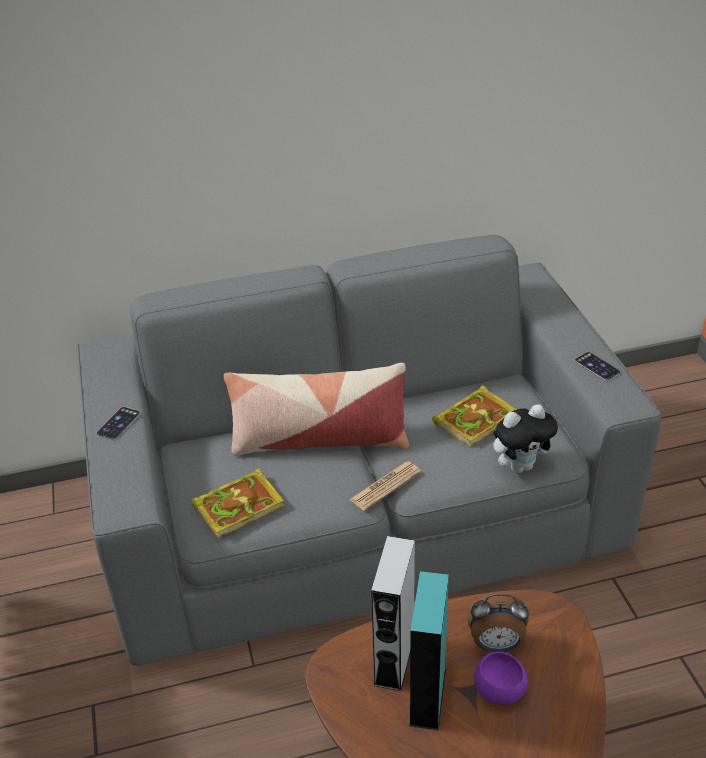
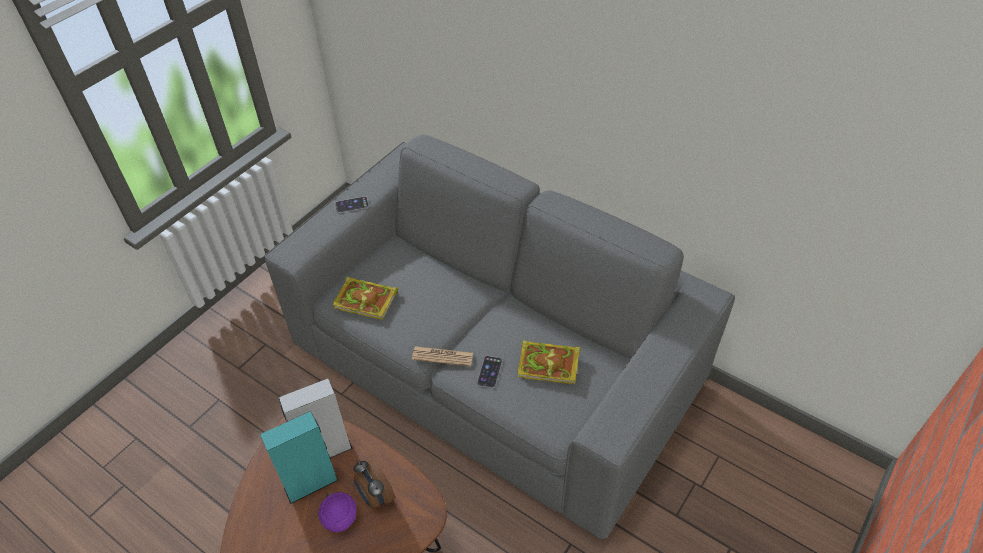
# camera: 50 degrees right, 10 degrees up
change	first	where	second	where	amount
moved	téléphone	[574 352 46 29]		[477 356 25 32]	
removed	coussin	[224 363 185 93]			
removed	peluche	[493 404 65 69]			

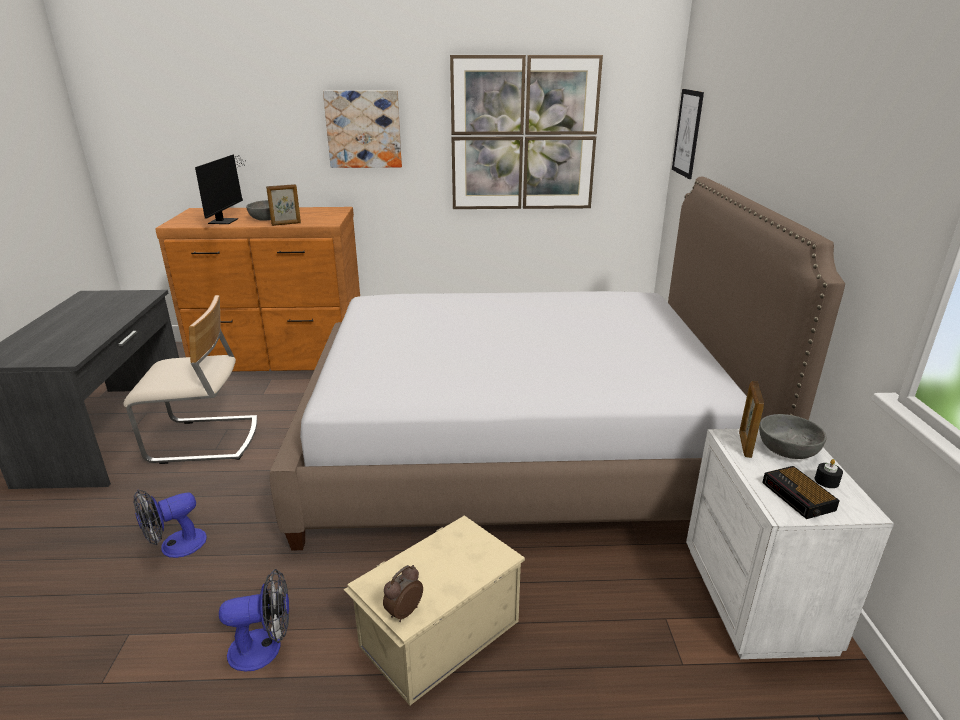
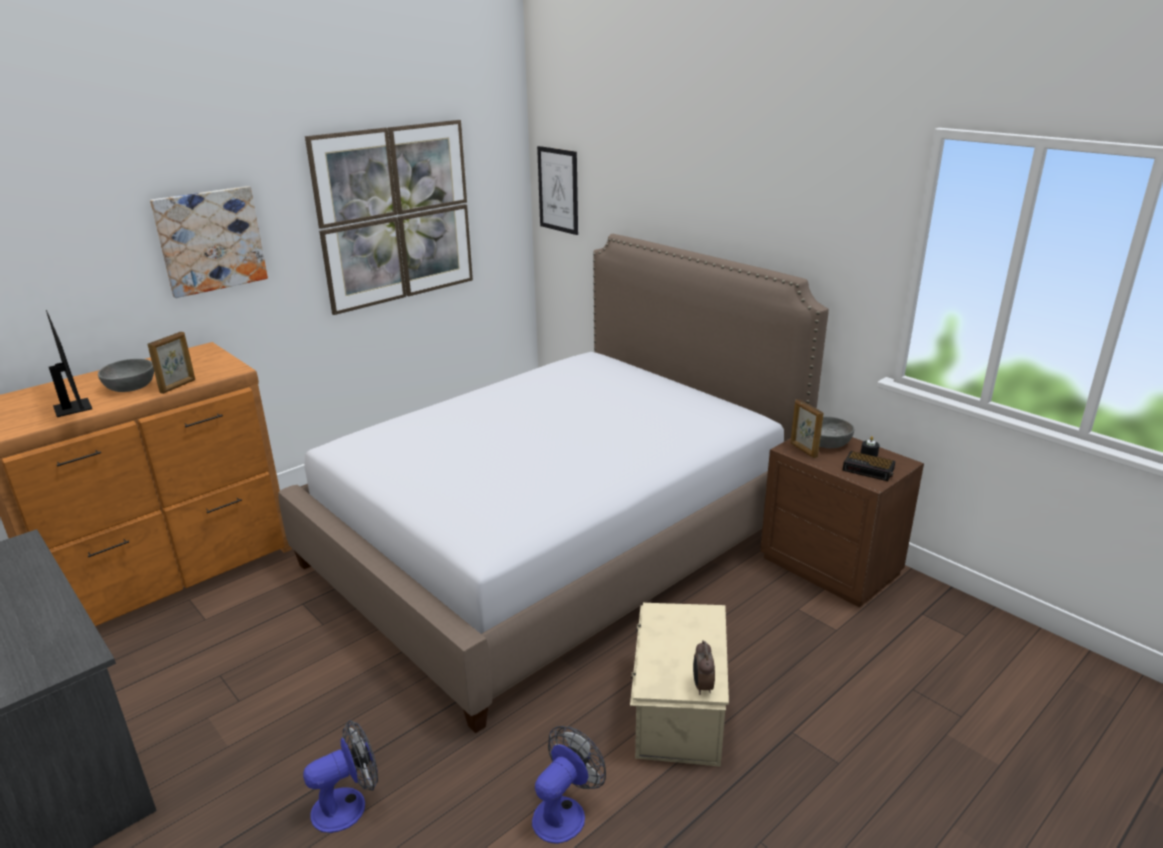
# camera: 40 degrees left, 0 degrees up
change	first	where	second	where	amount
turned	ventilateur	[134 490 73 68]		[303 720 75 113]	135 degrees counterclockwise
recoloured	table de chevet/blanc	[686 429 208 230]	table de chevet/marron	[760 437 164 171]	
removed	chaise/beige	[123 295 134 169]			

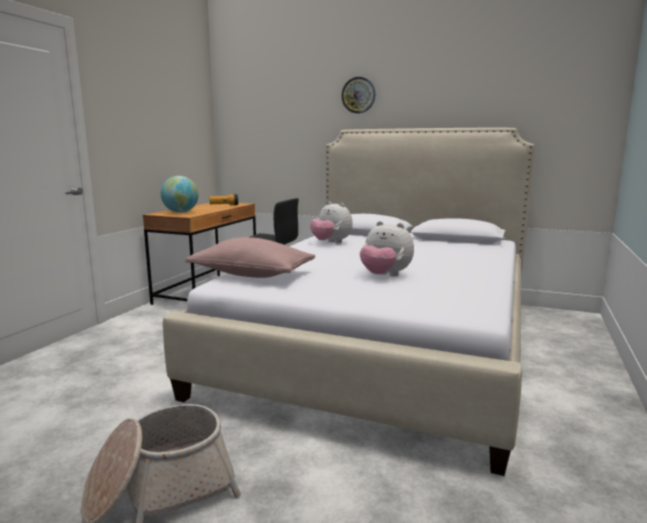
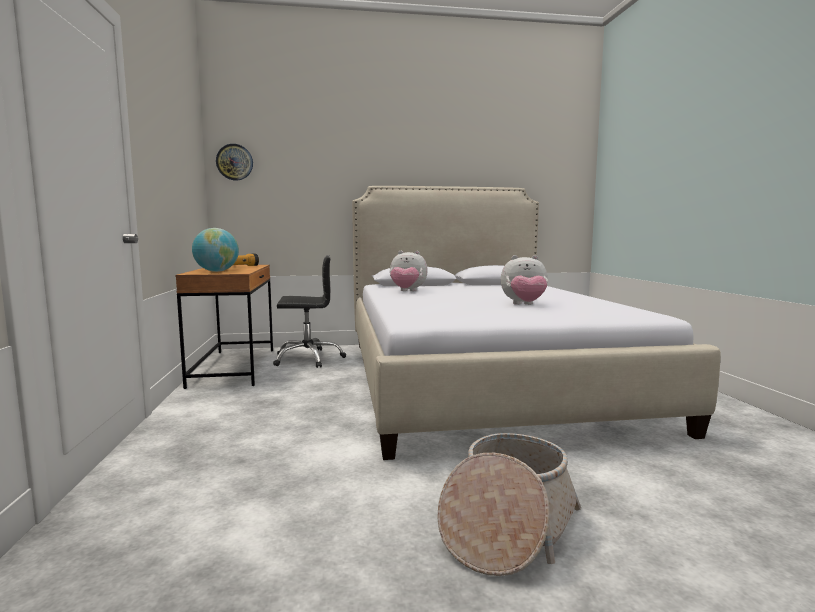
# camera: 30 degrees left, 5 degrees down
change	first	where	second	where	amount
moved	horloge murale	[341 77 34 36]		[216 144 37 36]	
removed	coussin/rose	[185 237 130 41]			

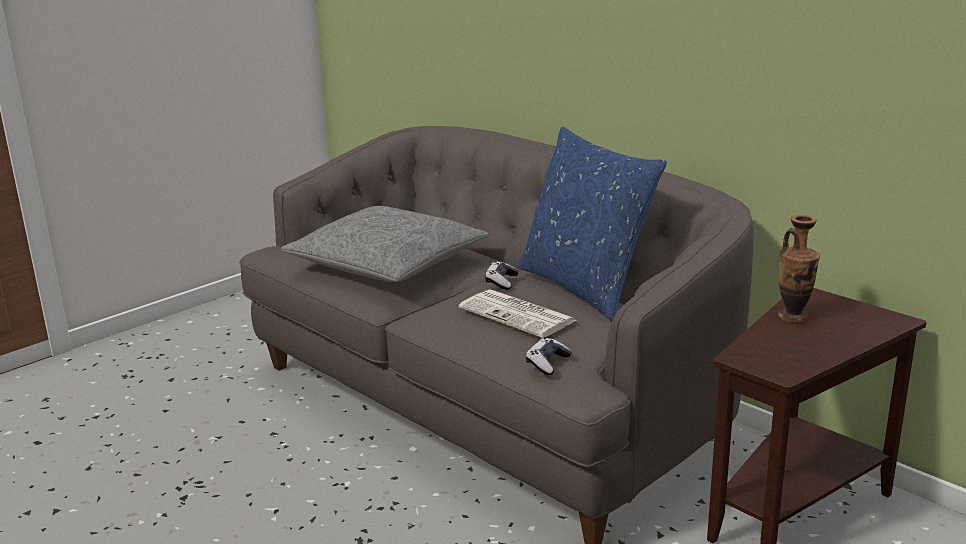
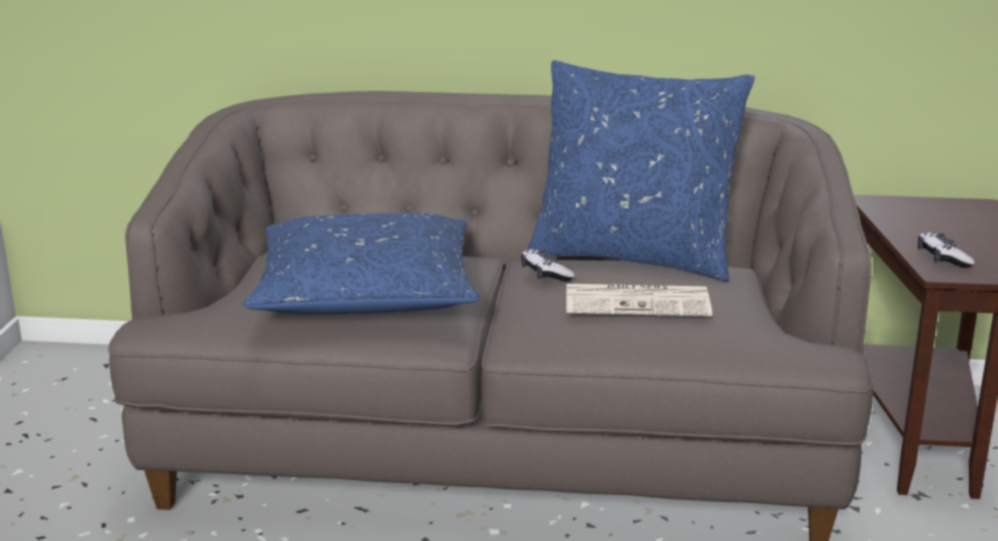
# camera: 40 degrees left, 0 degrees up
change	first	where	second	where	amount
recoloured	coussin/gris	[281 206 208 76]	coussin/bleu	[243 213 238 101]	
moved	manette	[526 338 46 37]		[918 232 57 36]	
removed	vase	[778 215 42 108]			

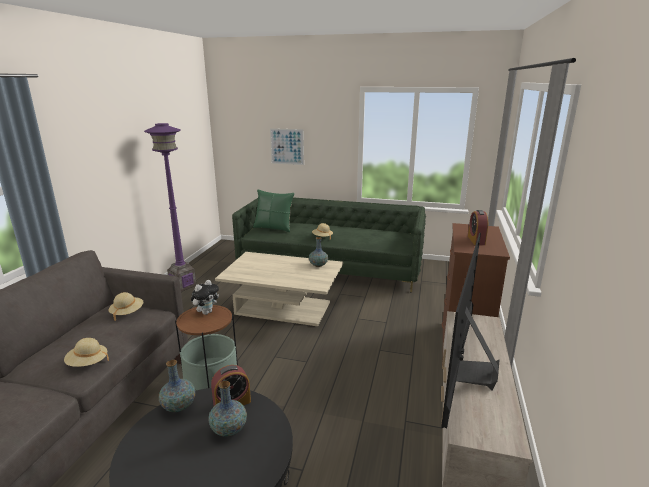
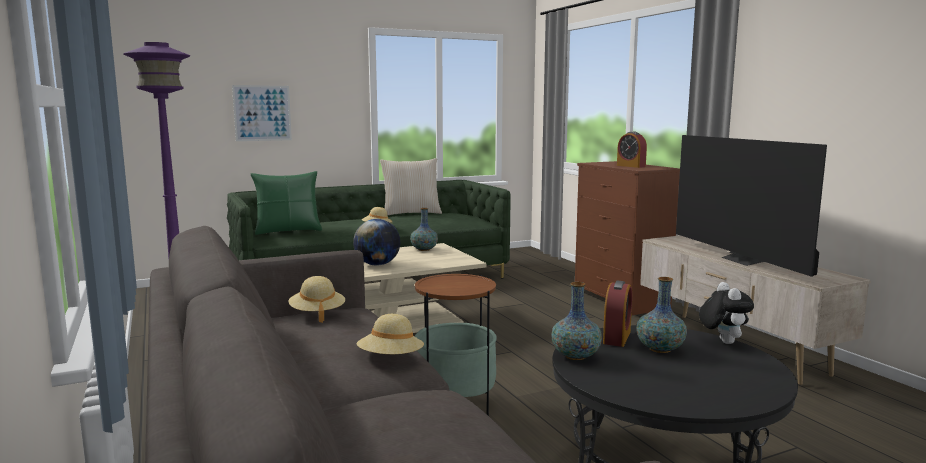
# camera: 40 degrees left, 10 degrees down
change	first	where	second	where	amount
added			globe	[353 219 47 47]	
added			coussin/beige	[380 158 62 58]	
moved	peluche	[191 280 28 35]		[699 282 55 62]	

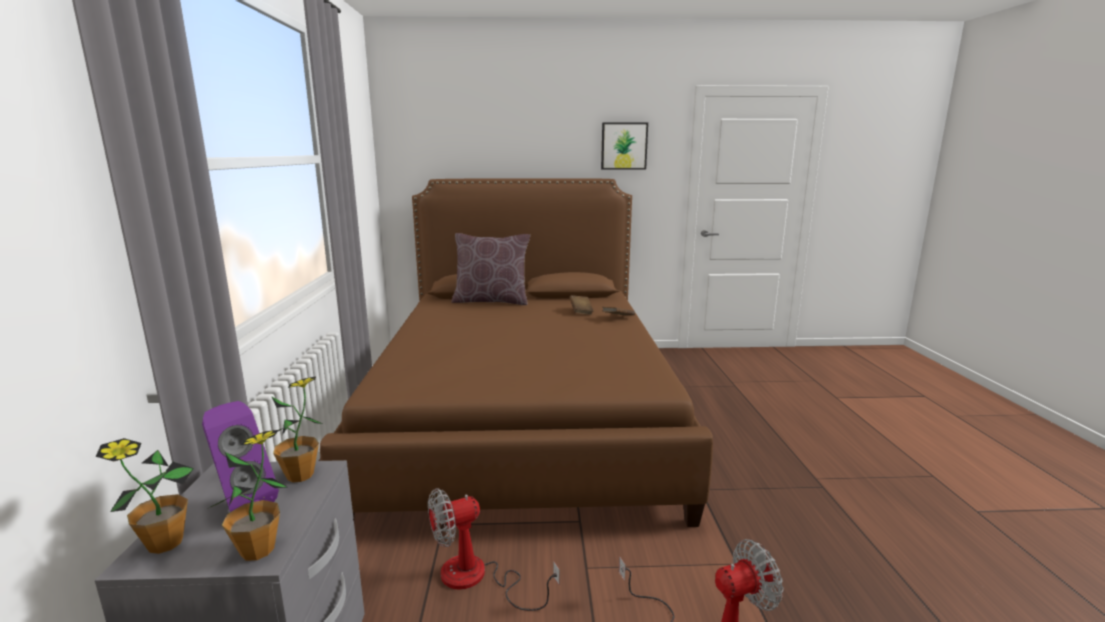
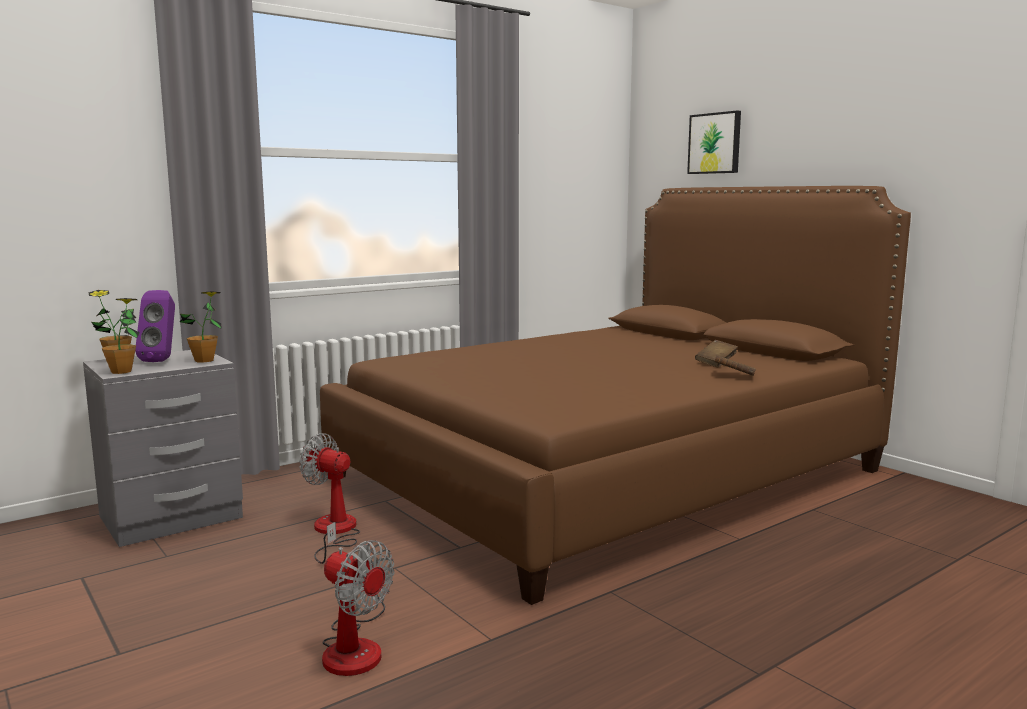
# camera: 55 degrees right, 5 degrees down
change	first	where	second	where	amount
moved	tableau	[601 122 47 48]		[687 111 54 63]	
removed	coussin/marron	[451 233 79 72]			

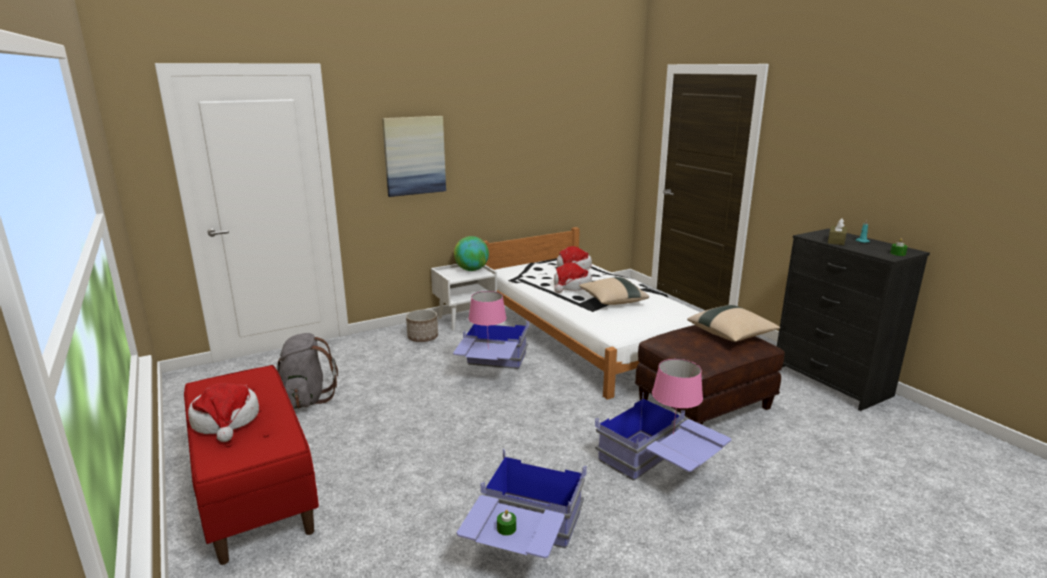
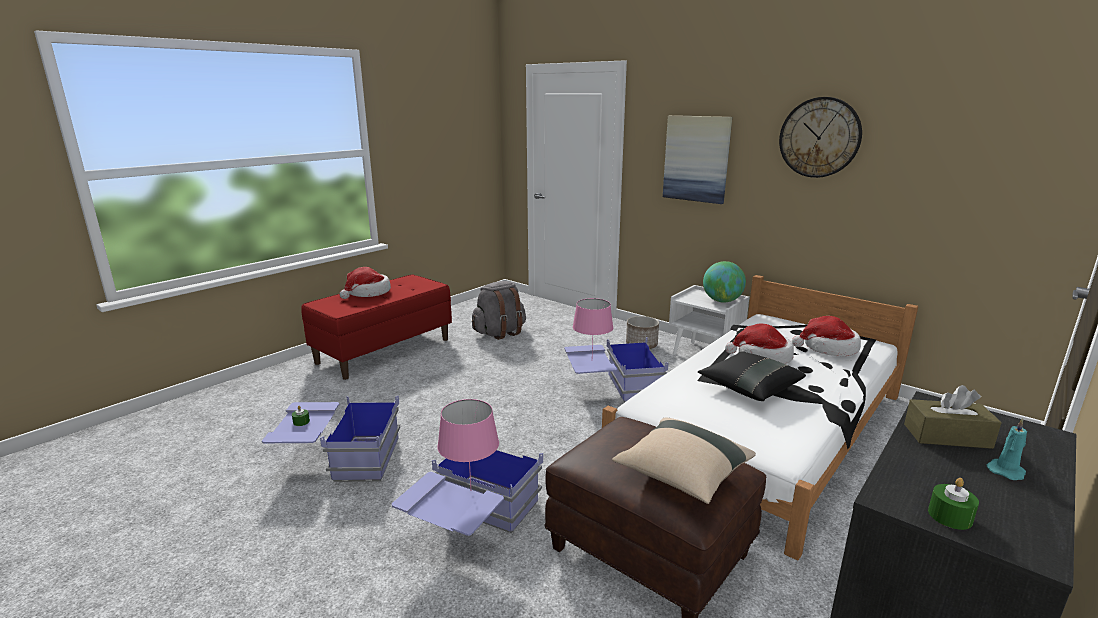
# camera: 70 degrees right, 0 degrees up
change	first	where	second	where	amount
recoloured	coussin/beige	[579 277 70 28]	coussin/noir	[698 351 108 50]	
added			horloge murale	[779 97 83 81]	

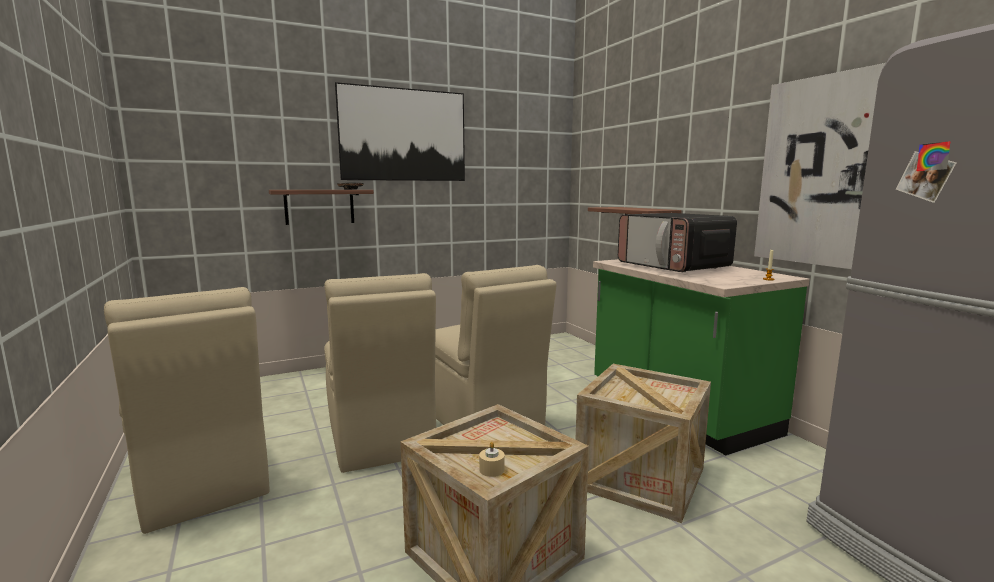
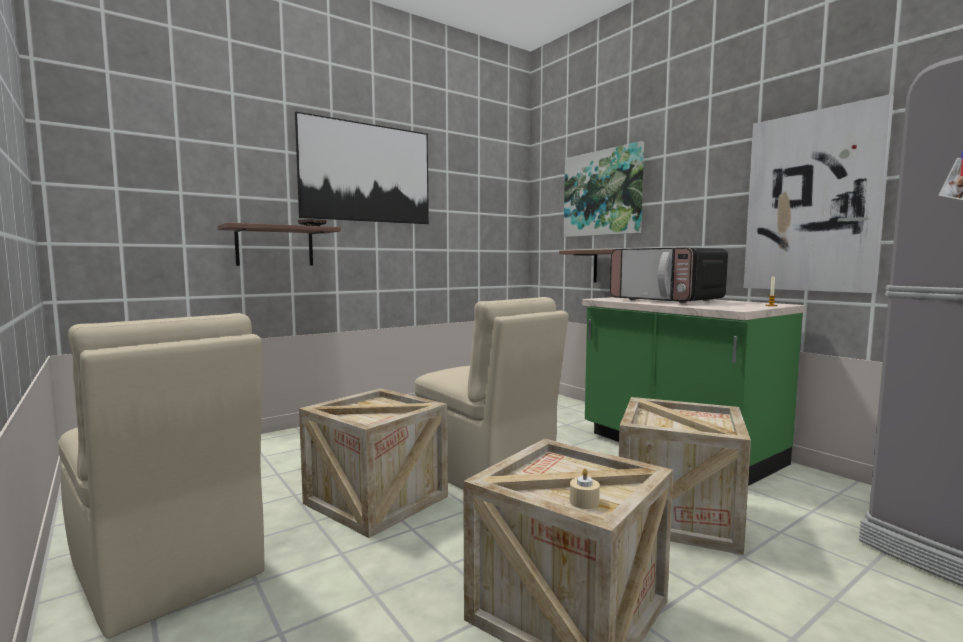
# camera: 10 degrees left, 5 degrees down
change	first	where	second	where	amount
replaced	chaise/beige	[324 273 112 200]	caisse	[299 388 149 150]	
added			tableau	[564 141 80 96]	

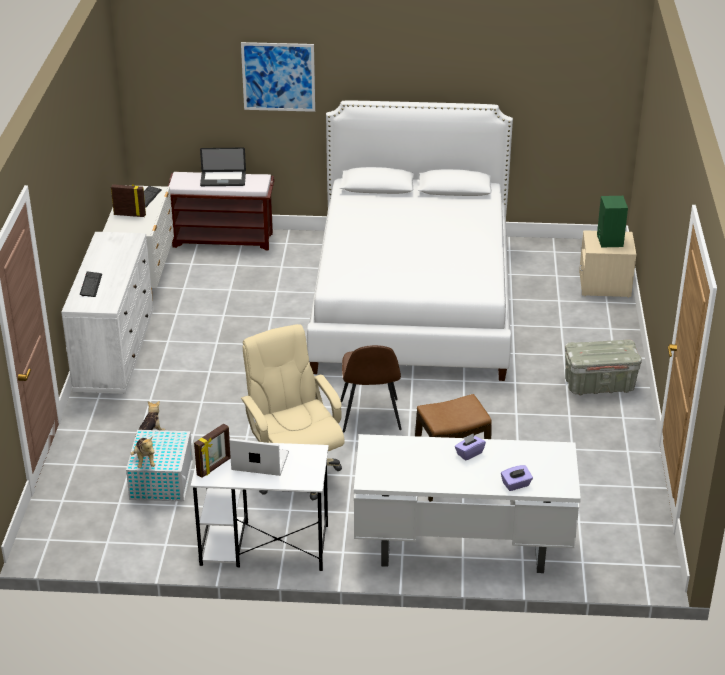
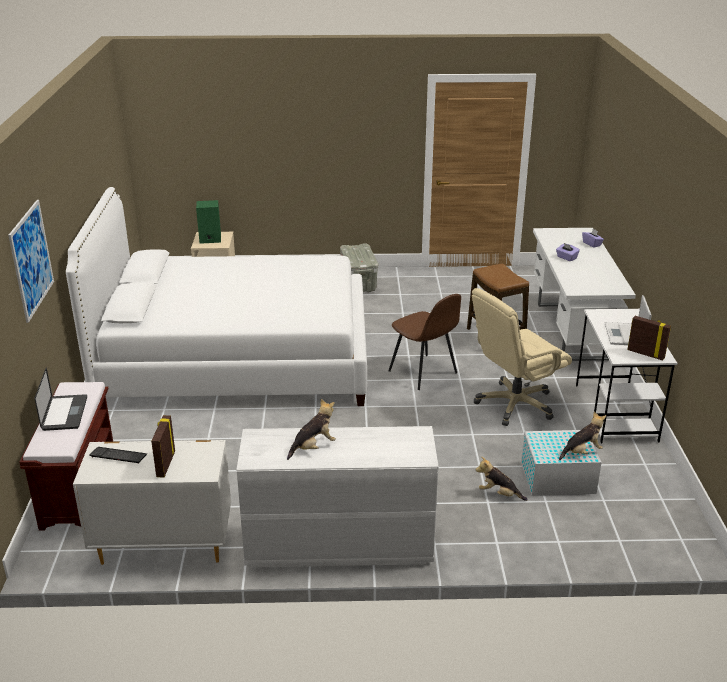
# camera: 95 degrees left, 5 degrees down
change	first	where	second	where	amount
added			peluche	[287 399 49 61]	
turned	chaise/marron	[341 345 61 87]		[388 294 73 96]	60 degrees clockwise
removed	clavier	[80 272 22 25]			

